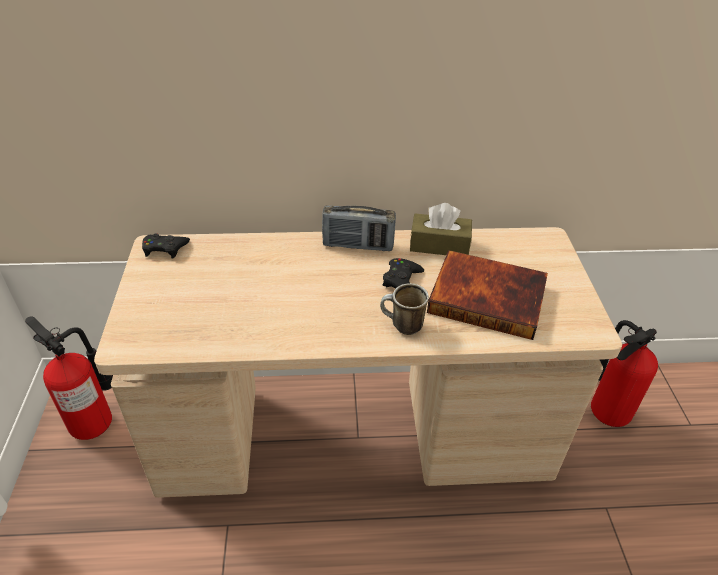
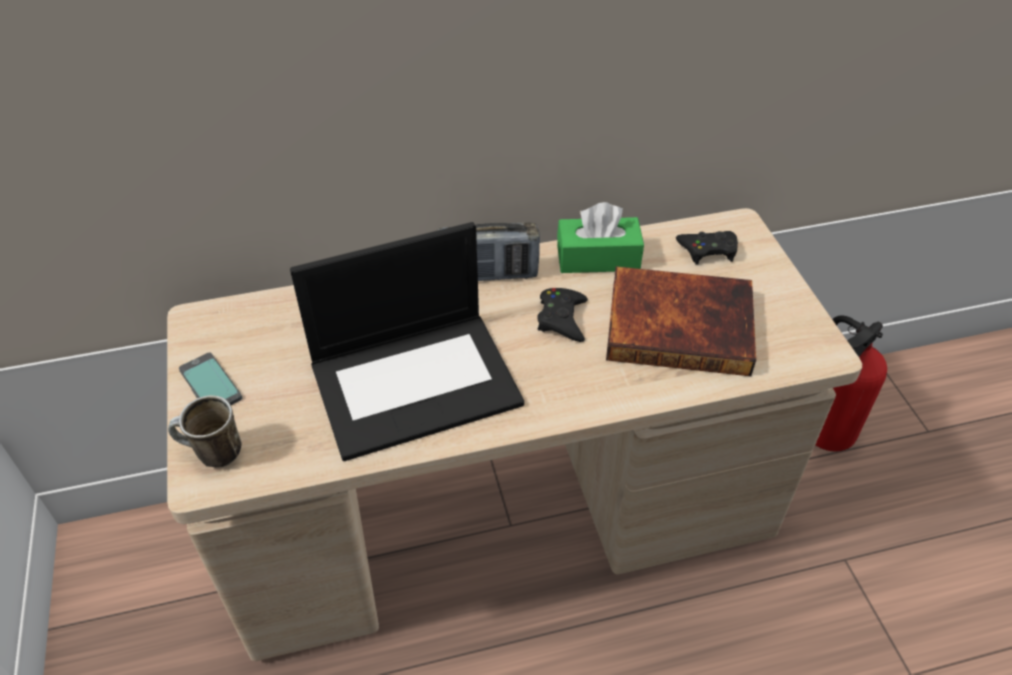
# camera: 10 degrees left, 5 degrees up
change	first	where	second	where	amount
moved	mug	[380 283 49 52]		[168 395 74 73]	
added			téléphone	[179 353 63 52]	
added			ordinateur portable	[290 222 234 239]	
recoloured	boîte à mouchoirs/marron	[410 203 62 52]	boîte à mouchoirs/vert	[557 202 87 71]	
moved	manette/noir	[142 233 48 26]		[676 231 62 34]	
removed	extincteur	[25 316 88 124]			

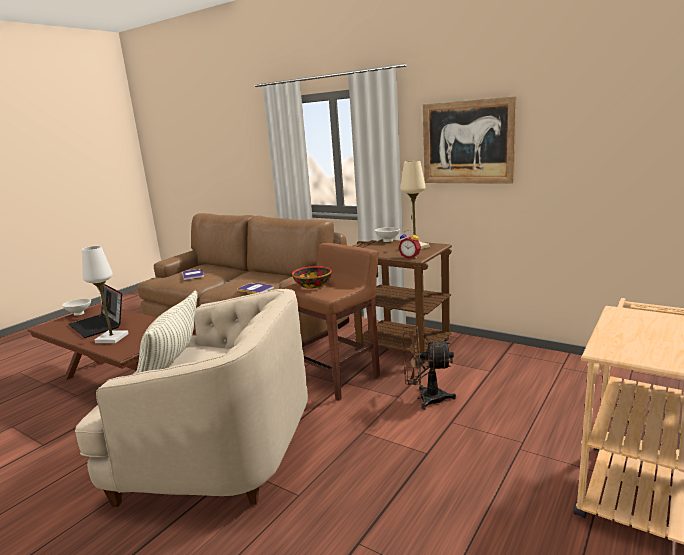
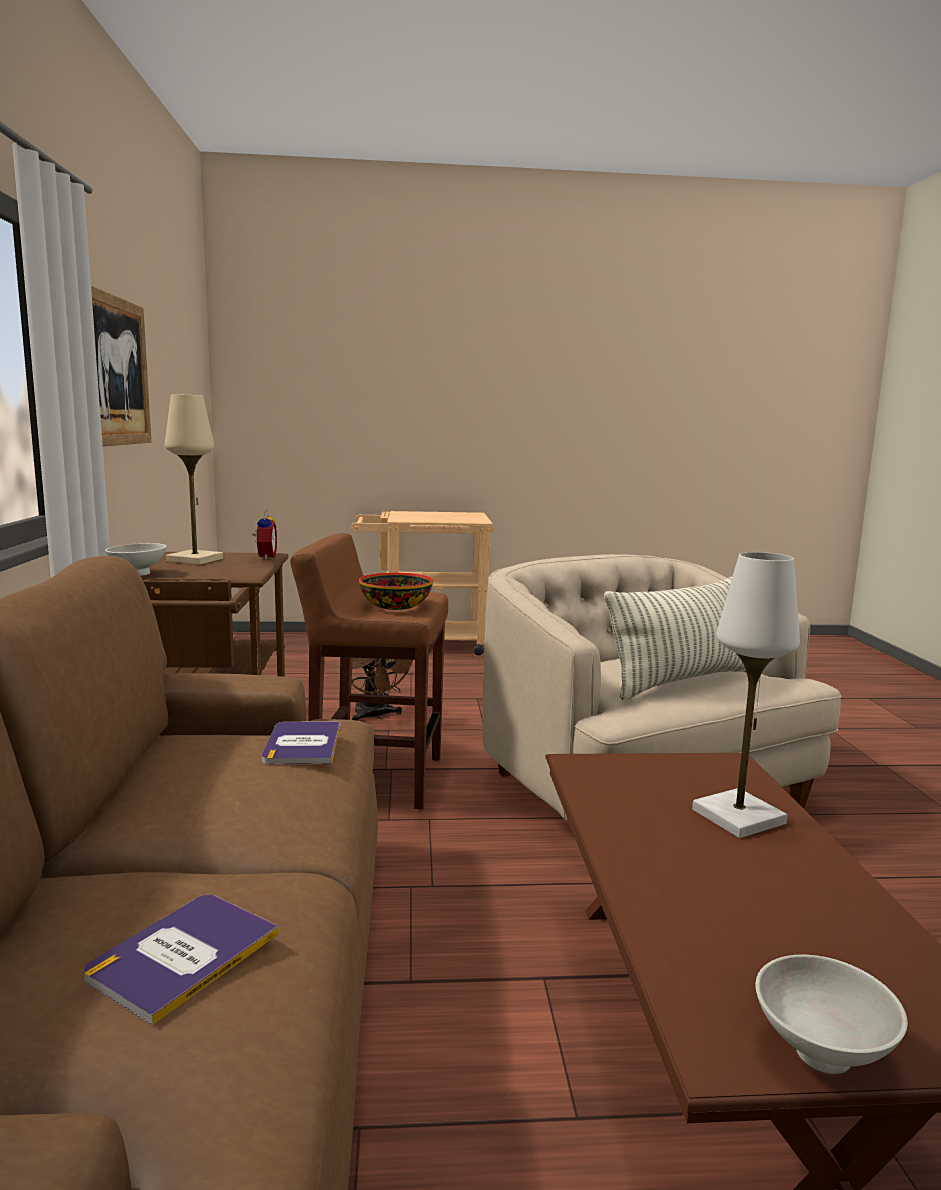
# camera: 130 degrees left, 5 degrees down
change	first	where	second	where	amount
removed	ordinateur portable	[68 284 54 54]			

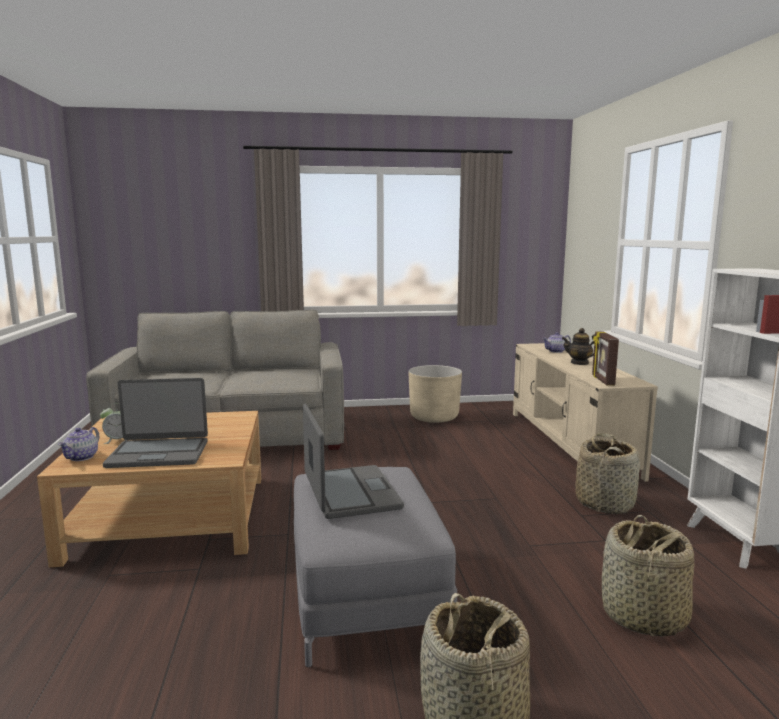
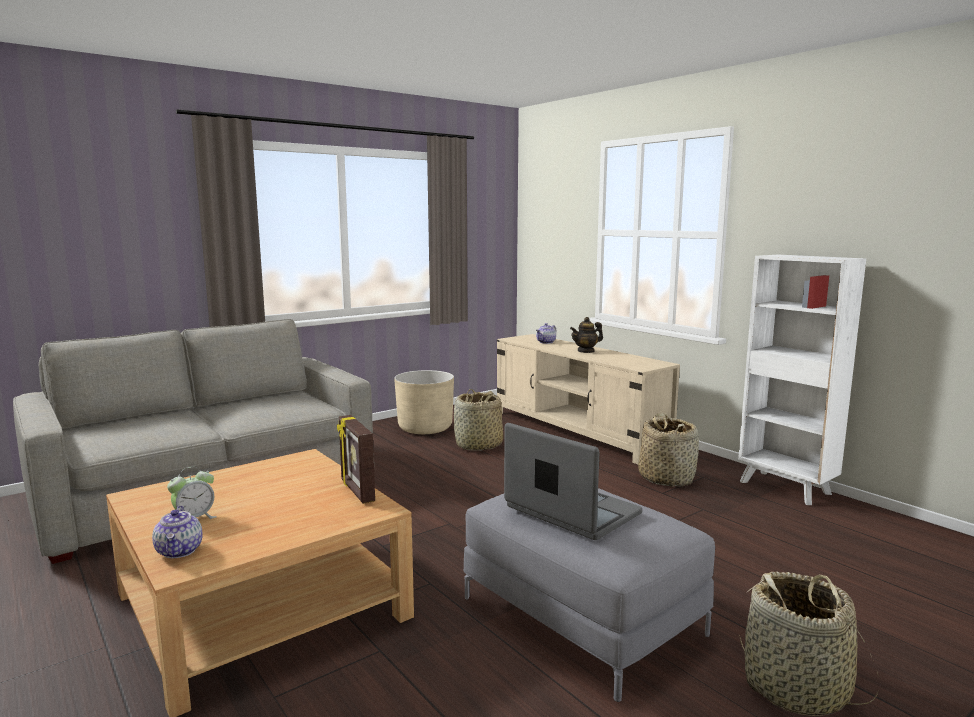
# camera: 30 degrees left, 0 degrees up
change	first	where	second	where	amount
moved	cadre photo	[592 332 27 54]		[337 415 38 89]	
moved	panier	[602 515 92 121]		[454 389 49 62]	
removed	ordinateur portable	[103 378 105 90]			

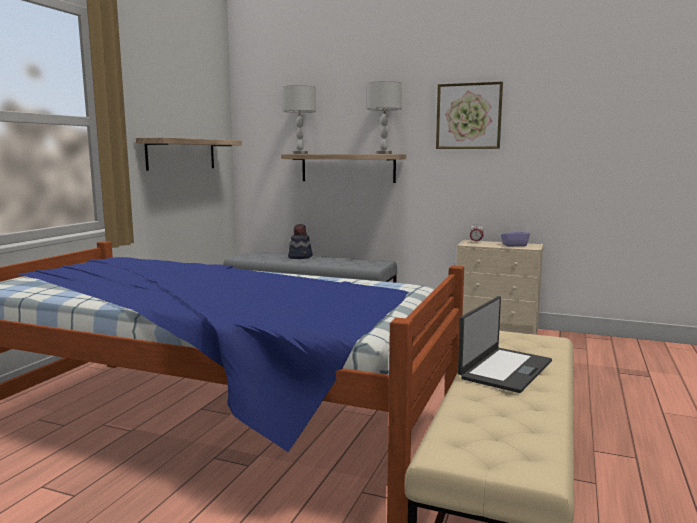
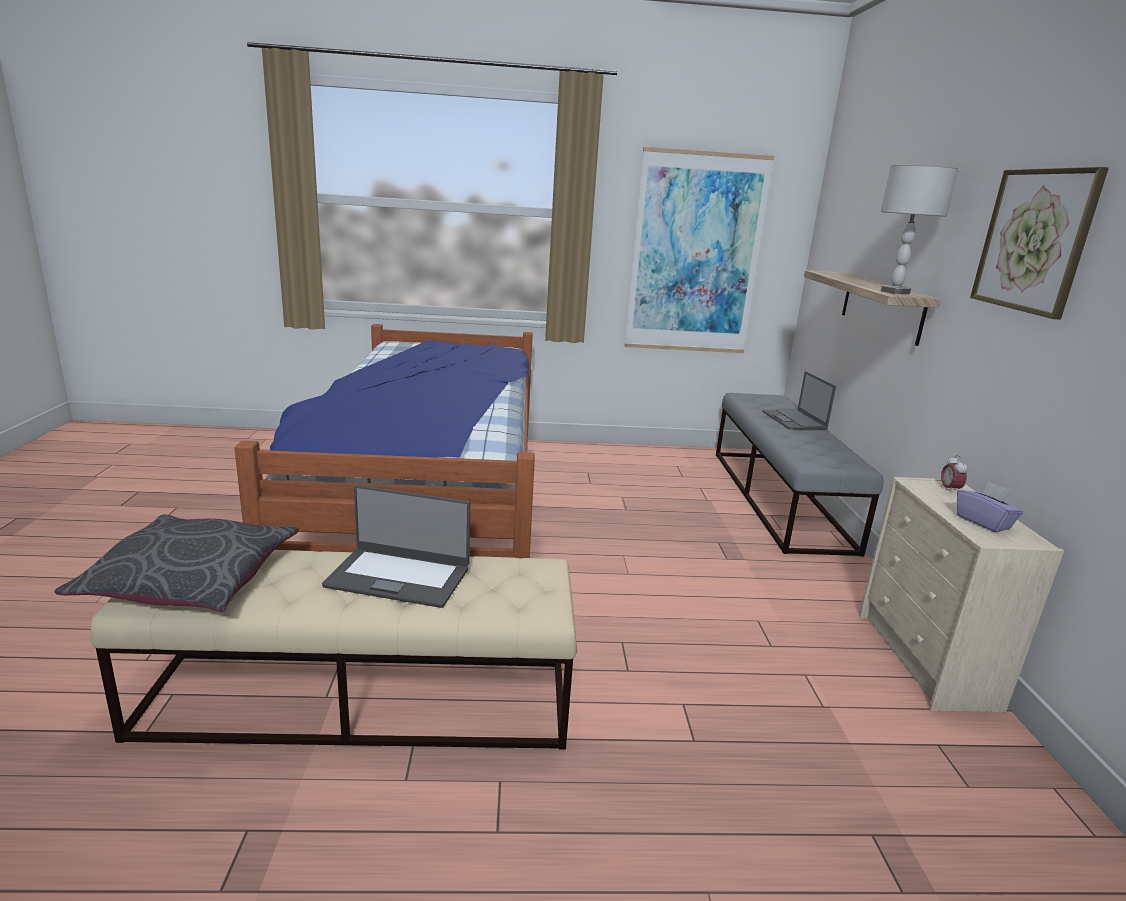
# camera: 65 degrees right, 10 degrees up
change	first	where	second	where	amount
added			coussin/gris	[55 514 244 98]	
replaced	étagère	[136 137 106 34]	tableau	[625 147 149 206]	
replaced	chapeau	[288 224 24 35]	ordinateur portable	[762 371 74 59]	
removed	lampe de table/gris	[283 85 33 69]			

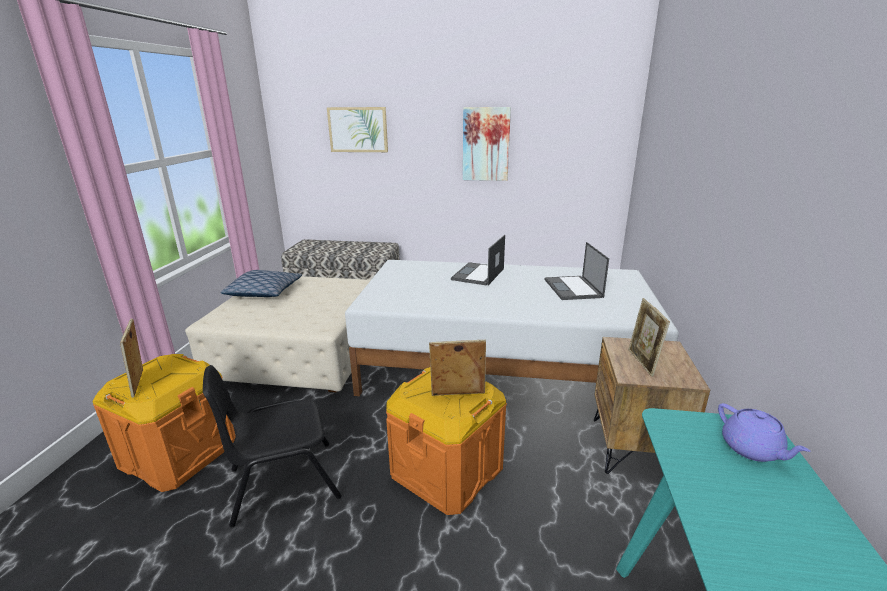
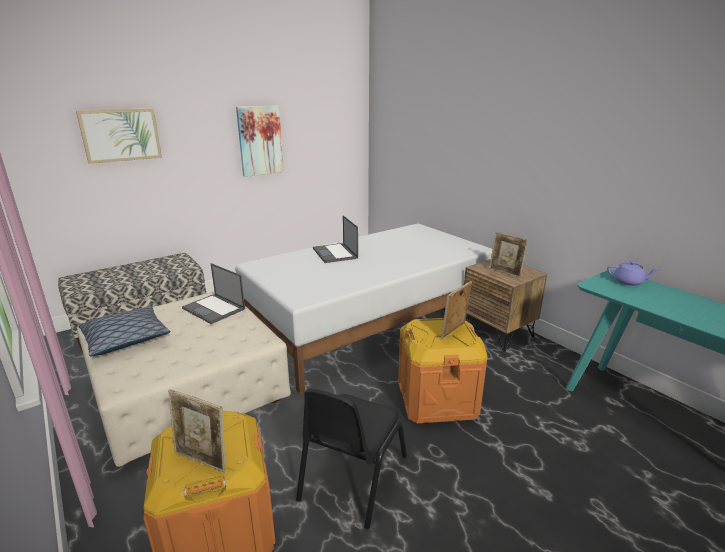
# camera: 45 degrees left, 0 degrees up
change	first	where	second	where	amount
moved	ordinateur portable	[545 242 64 58]		[182 263 63 61]	

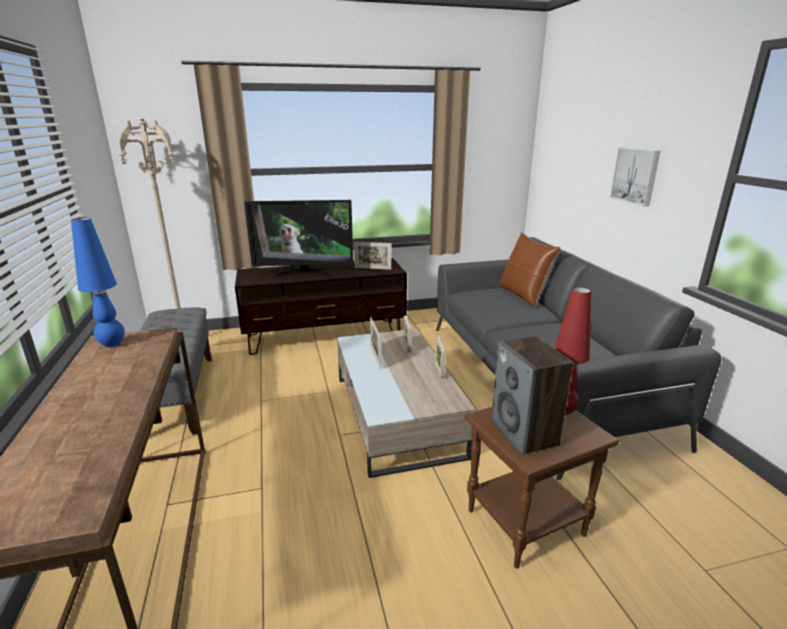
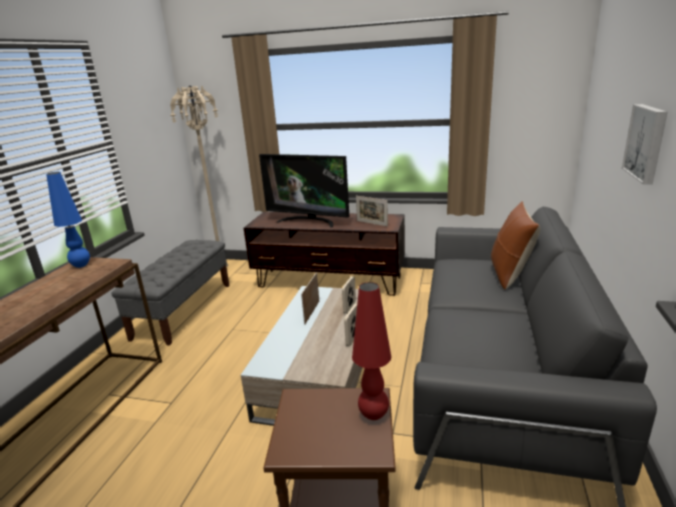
# camera: 30 degrees right, 0 degrees up
change	first	where	second	where	amount
removed	enceinte	[492 336 81 119]			

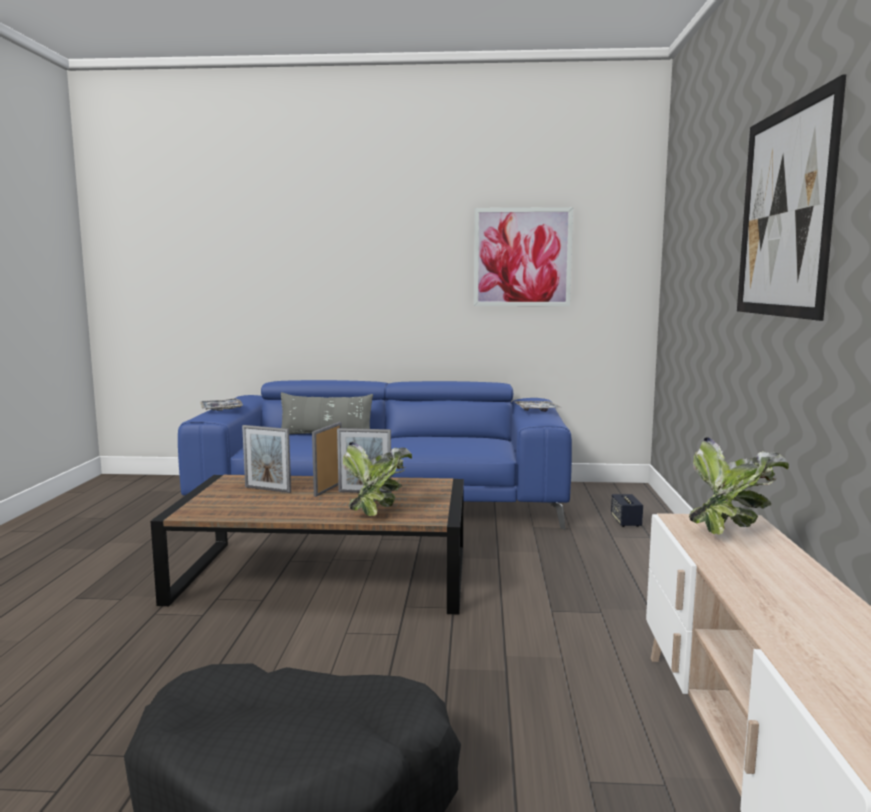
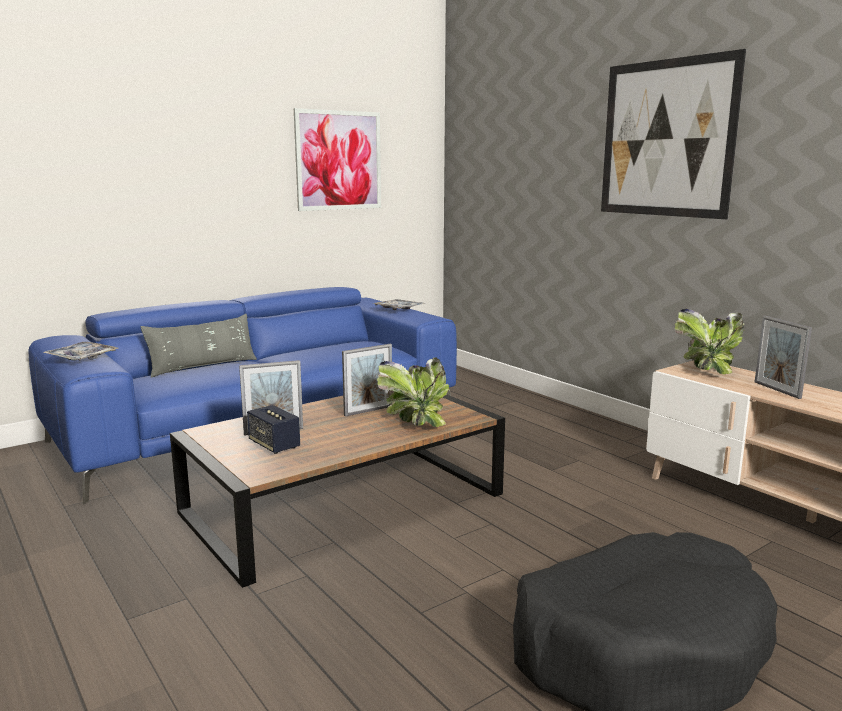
# camera: 40 degrees left, 5 degrees up
change	first	where	second	where	amount
moved	enceinte	[611 494 32 33]		[247 405 53 49]	
moved	cadre photo	[312 422 30 75]		[755 316 57 83]	

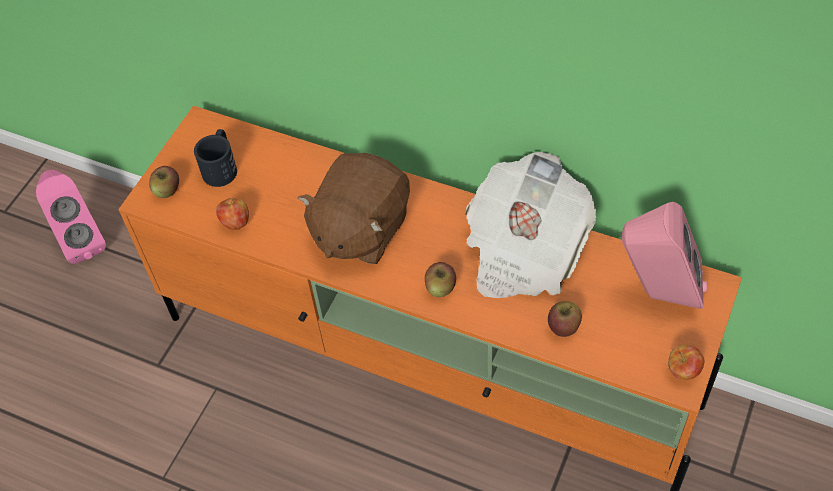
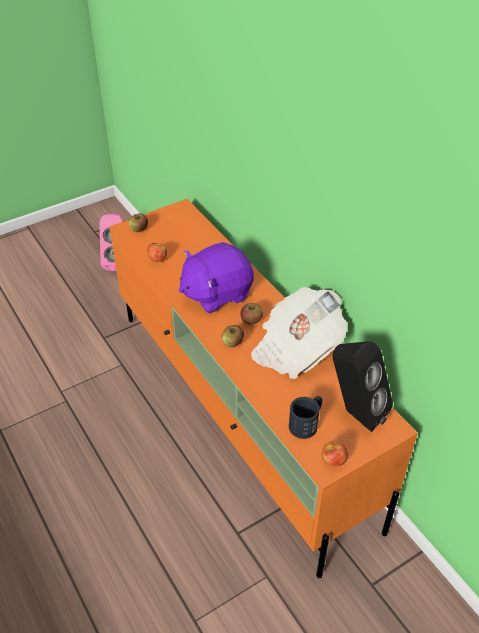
# camera: 30 degrees right, 10 degrees down
change	first	where	second	where	amount
recoloured	peluche/marron	[298 153 112 111]	peluche/violet	[179 242 75 72]	
moved	pomme	[548 301 34 36]		[240 303 23 22]	
moved	mug/noir	[194 129 43 58]		[289 396 33 43]	
recoloured	enceinte/rose	[622 202 85 107]	enceinte/noir	[333 341 60 91]	

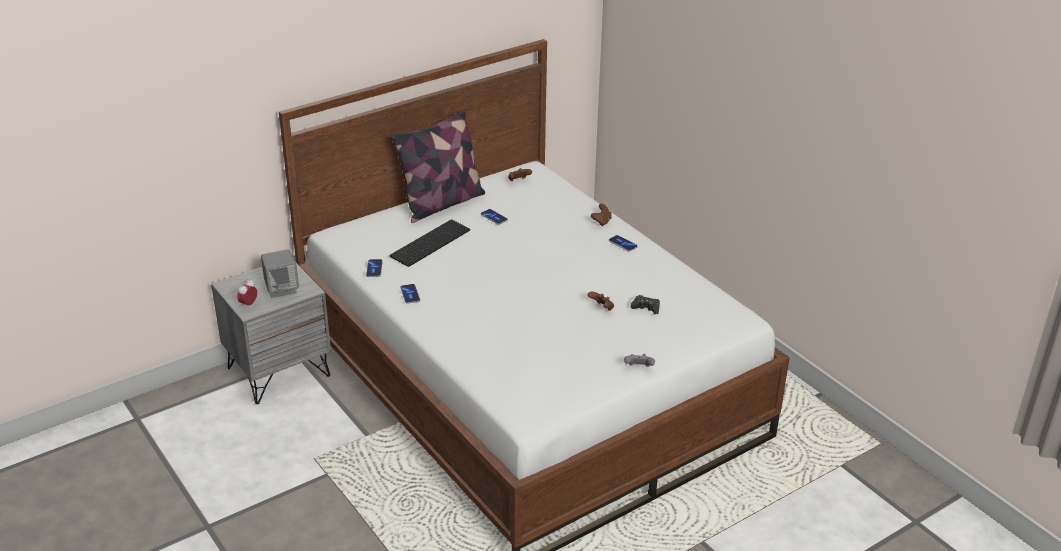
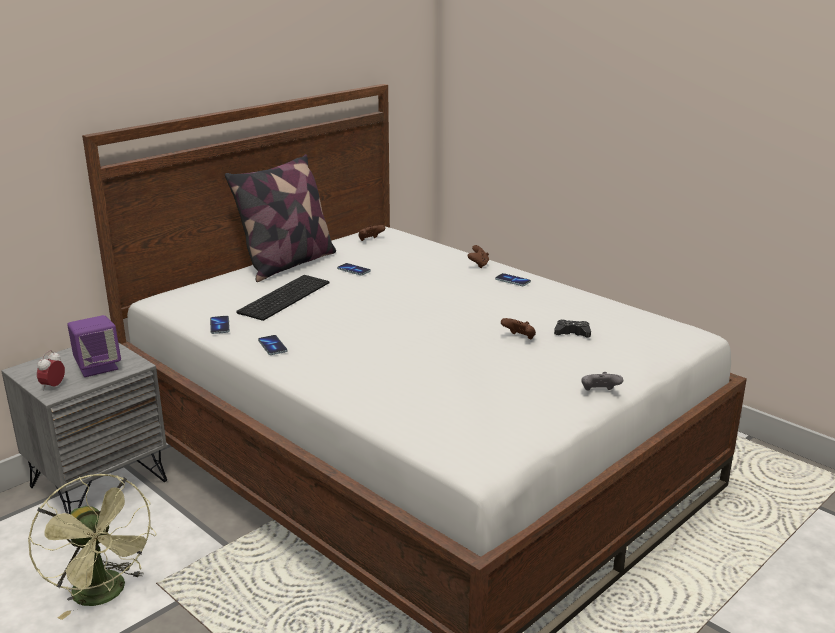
# camera: 10 degrees left, 10 degrees down
change	first	where	second	where	amount
added			ventilateur/vert	[28 474 129 146]	
recoloured	enceinte/gris	[261 249 38 49]	enceinte/violet	[67 315 54 62]	

